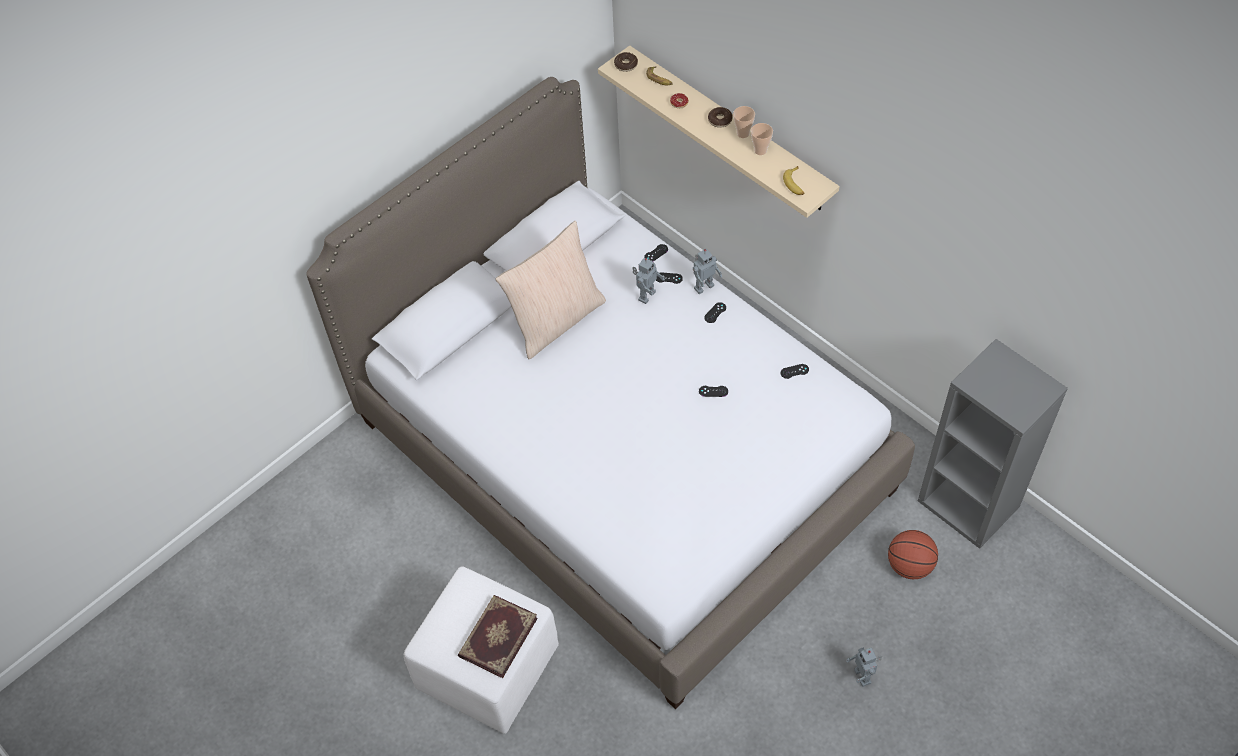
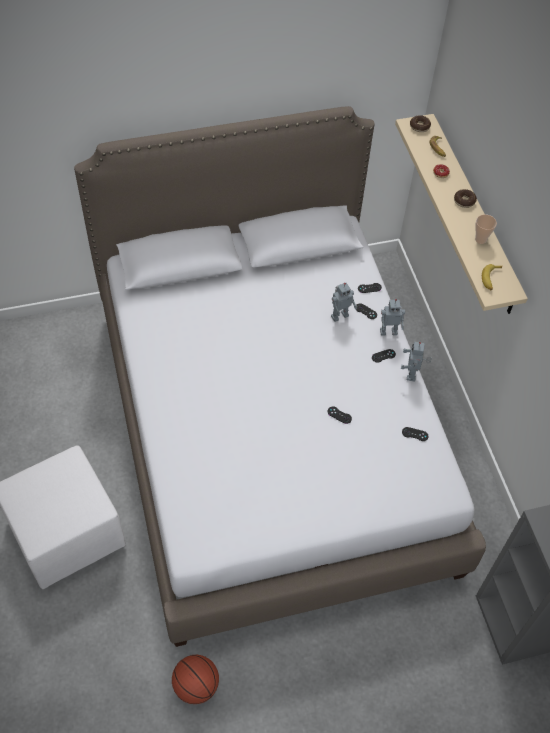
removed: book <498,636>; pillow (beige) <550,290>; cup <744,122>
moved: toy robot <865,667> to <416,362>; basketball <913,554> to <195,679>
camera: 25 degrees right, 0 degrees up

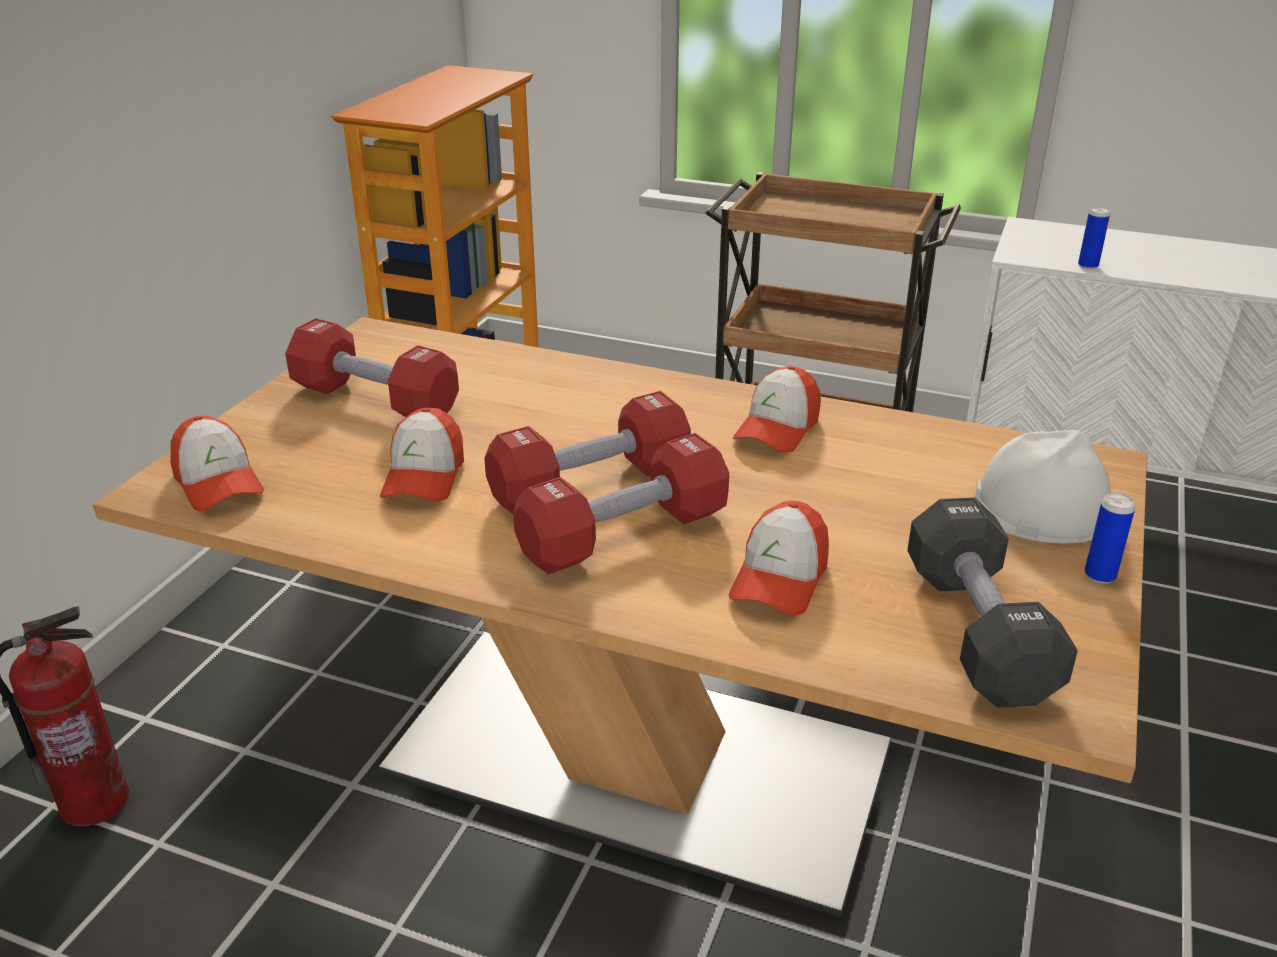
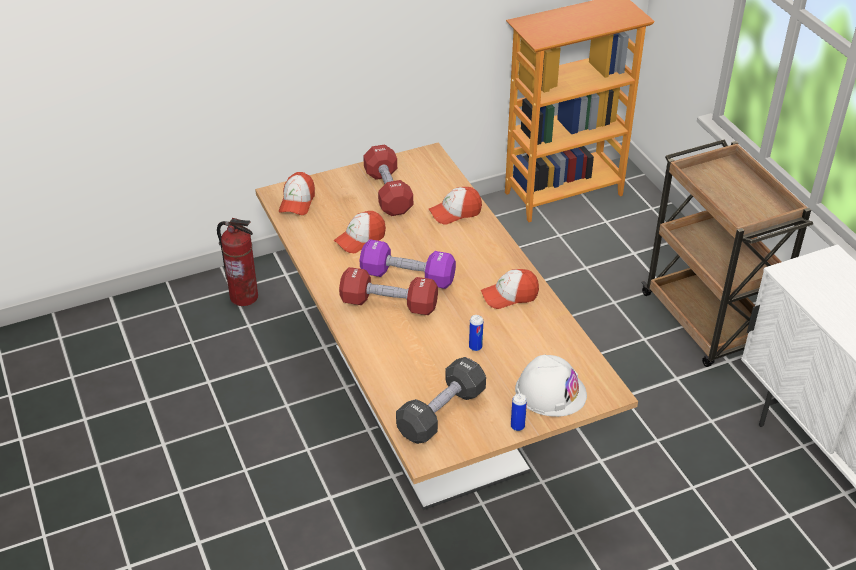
moved: cap <779,558> to <455,206>; can <1094,238> to <476,333>
recoloured: dumbbell (red) <587,452> to dumbbell (purple) <408,264>
camera: 45 degrees right, 10 degrees up

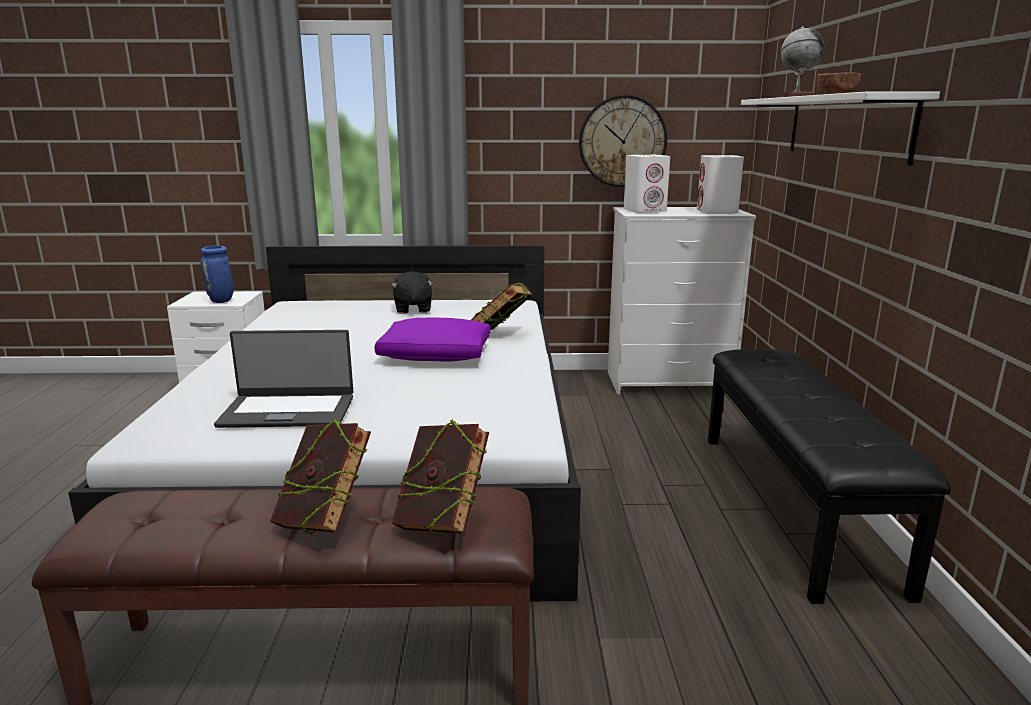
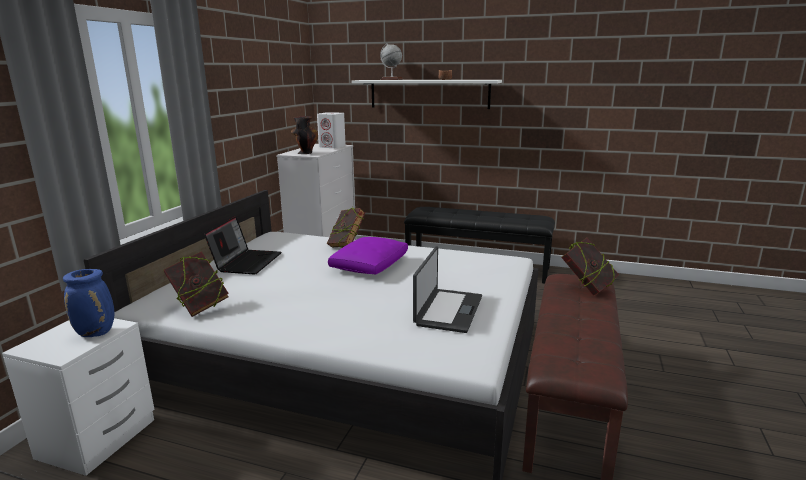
removed: wall clock <623,141>
moved: book <320,476> to <196,284>
replaced: plush toy (black) <412,292> to laptop <242,245>; speaker (white) <647,184> to vase <304,135>
camera: 70 degrees left, 0 degrees up

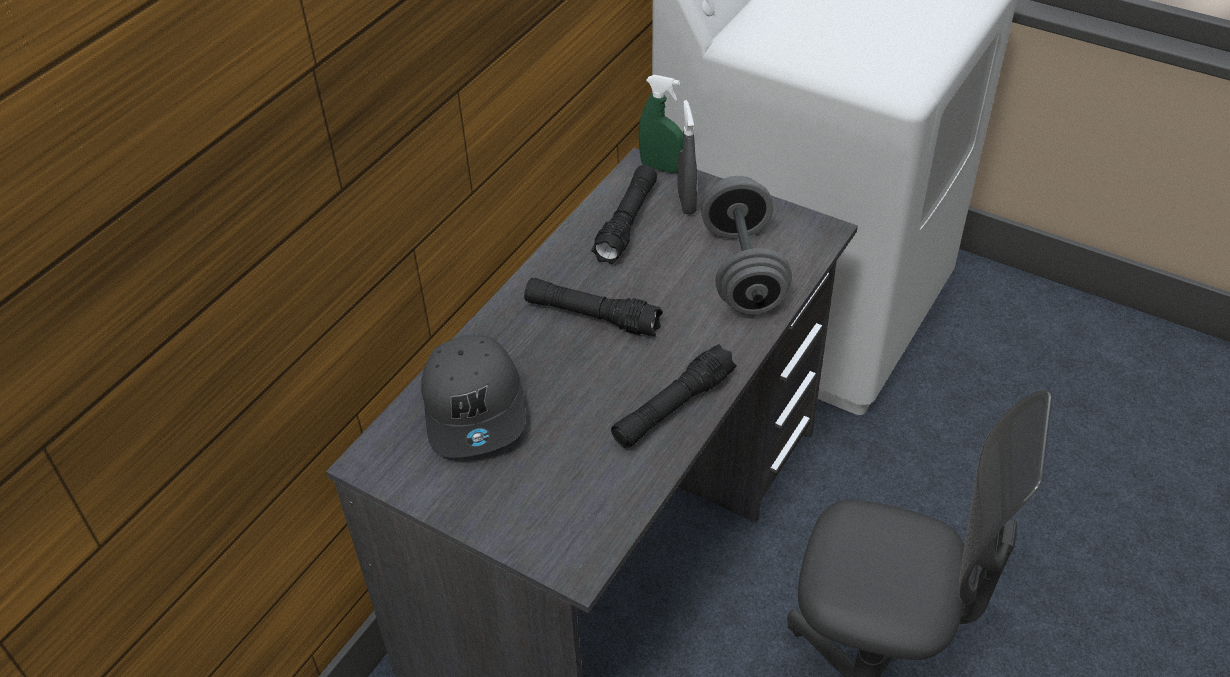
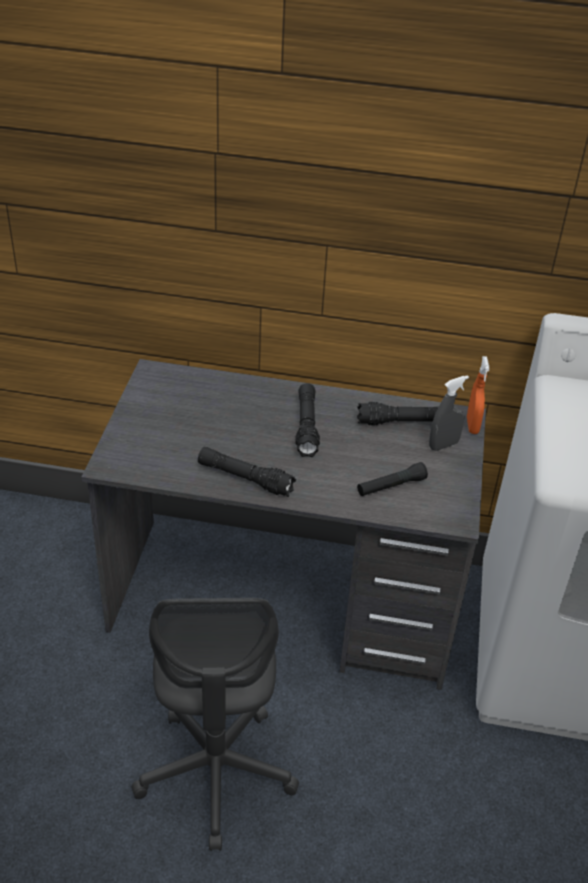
removed: cap (grey) <473,396>
replaced: dumbbell (grey) <746,245> to flashlight (black) <392,479>
recoloured: spray bottle (green) <660,124> to spray bottle (orange) <478,395>
camera: 65 degrees right, 5 degrees down

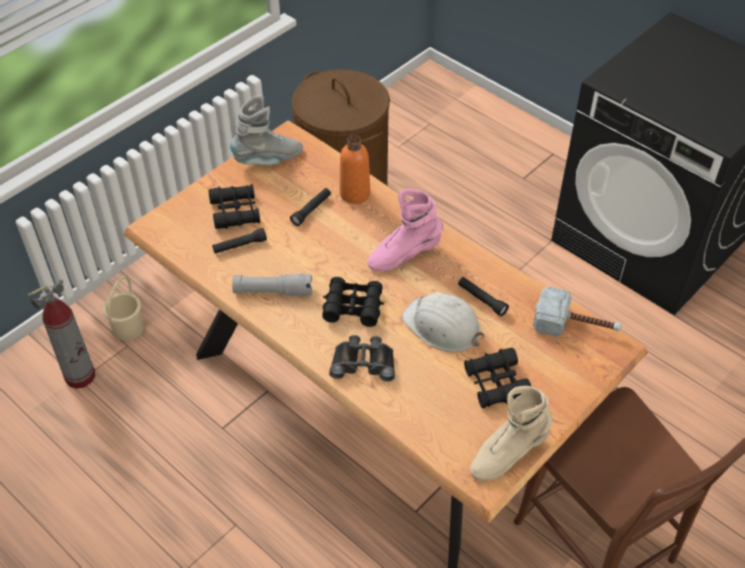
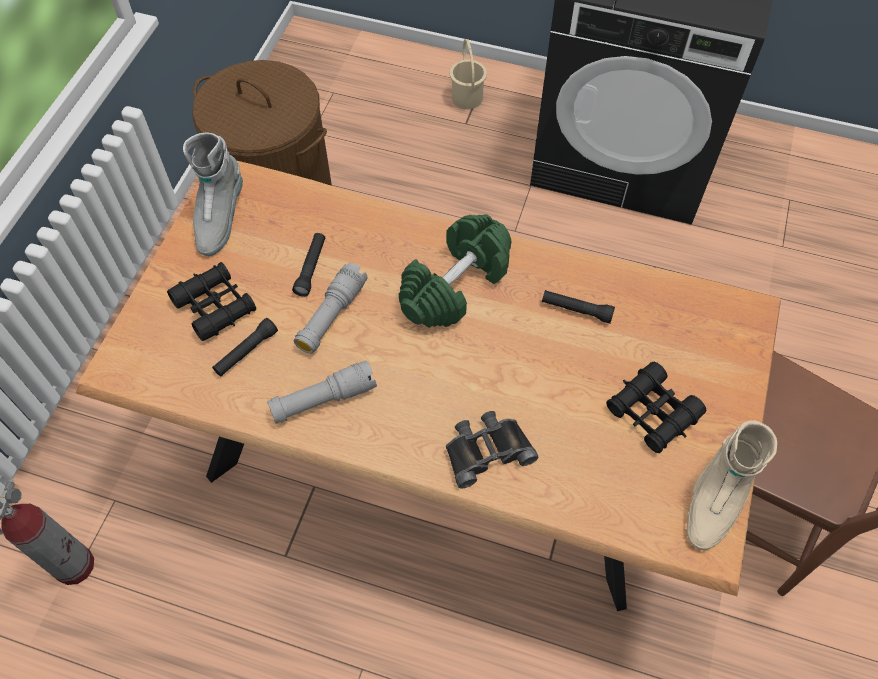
removed: binoculars (black) <353,302>; bottle (orange) <355,169>; hard hat (white) <443,322>; hammer <577,311>
added: flashlight (grey) <330,308>
moved: bucket (beige) <123,308> to <468,74>
replaced: boot (pink) <405,230> to dumbbell (green) <455,271>
turned: boot (grey) <266,130> = <213,194> 150 degrees clockwise
camera: 25 degrees left, 10 degrees up

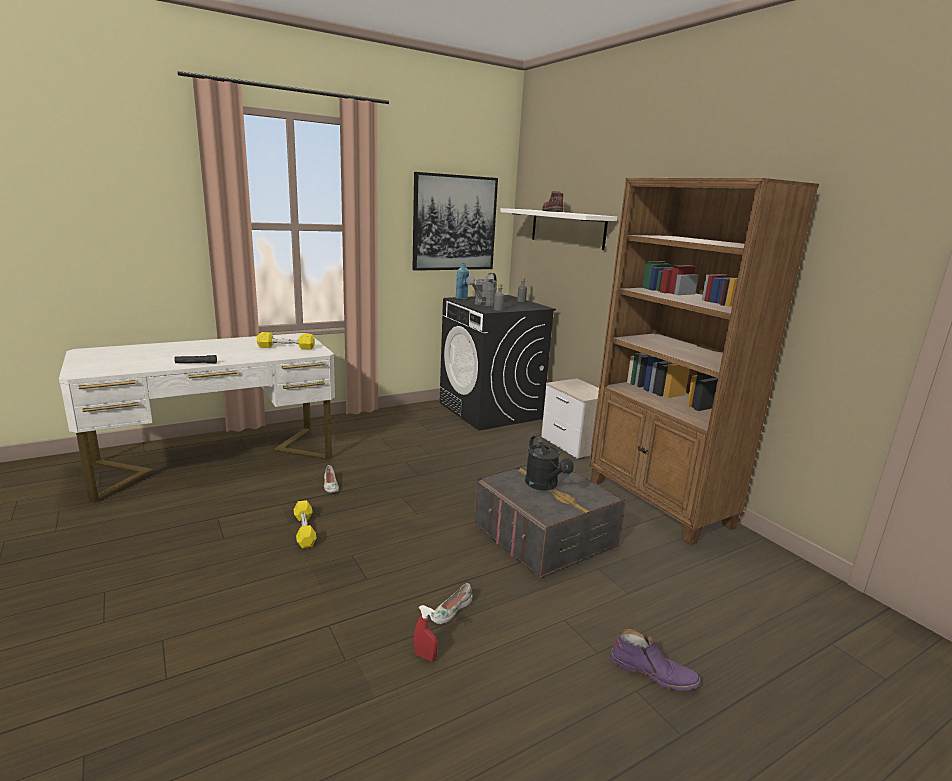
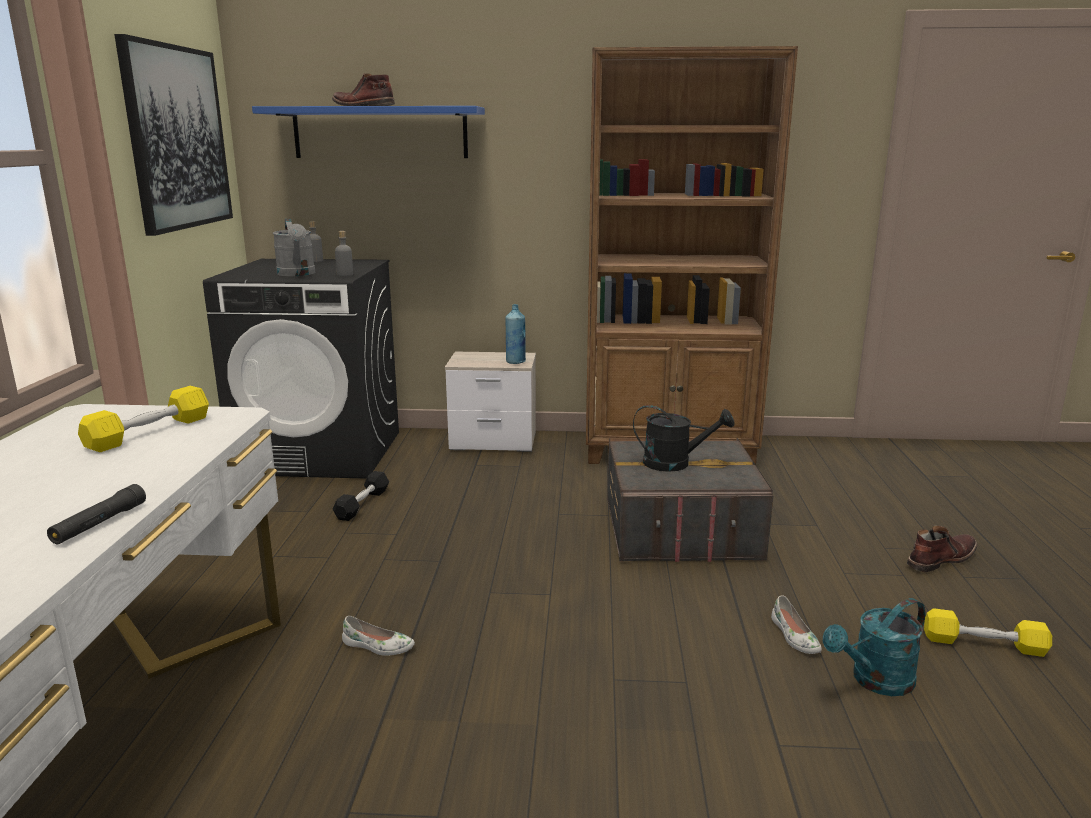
added: dumbbell (black) <361,496>
moved: dumbbell (yellow) <305,524> to <988,632>; bottle (blue) <462,281> to <516,334>
replaced: spray bottle (red) <426,633> to watering can (turquoise) <874,647>
recoloured: shelf (white) <558,229> to shelf (blue) <368,132>; boot (purple) <655,660> to boot (brown) <942,548>
camera: 55 degrees left, 0 degrees up

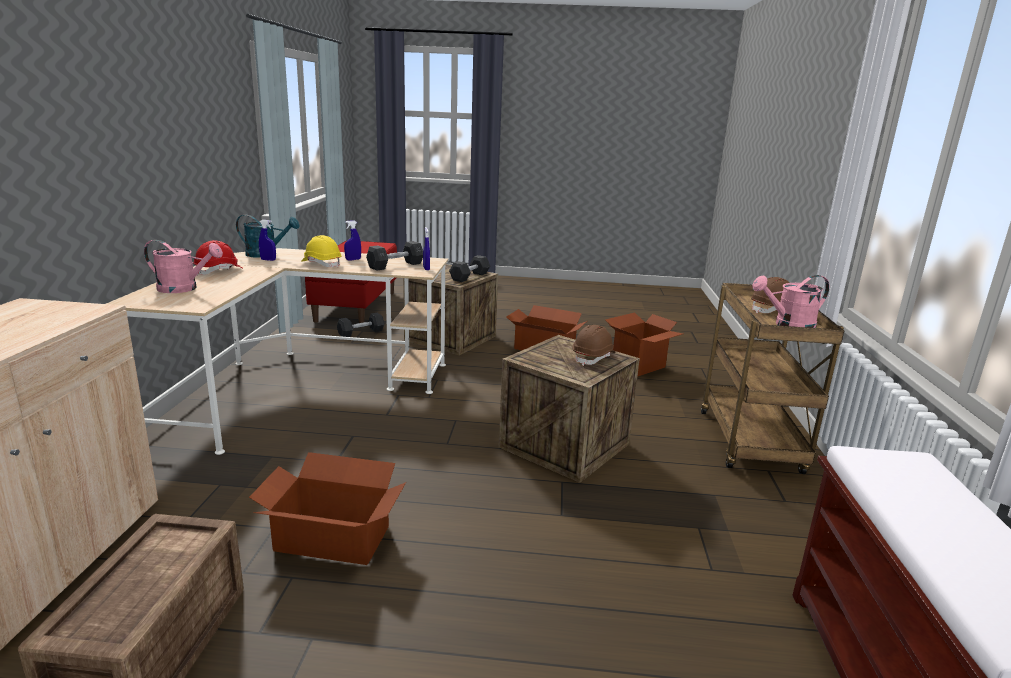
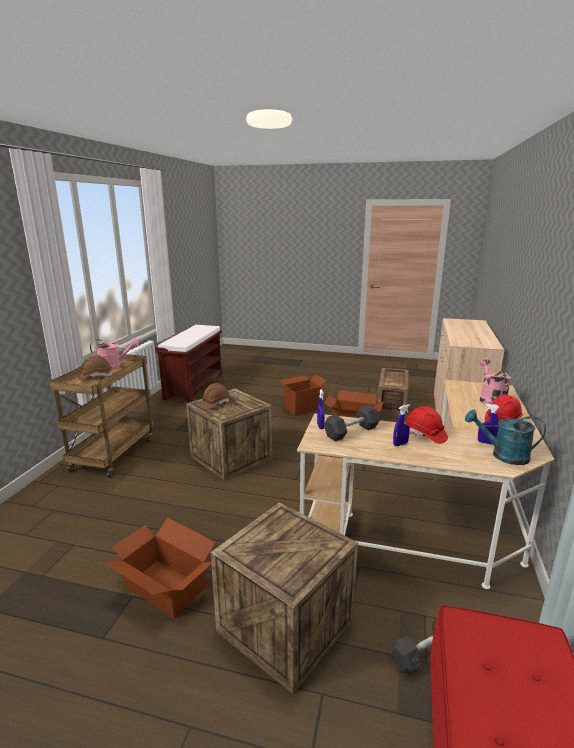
removed: dumbbell (grey) <469,268>
moved: cardboard box <644,344> to <303,395>
recoloured: hard hat (yellow) <321,251> to hard hat (red) <426,425>
turned: watering can (pink) <183,266> = <495,381> 75 degrees clockwise
camera: 170 degrees left, 0 degrees up

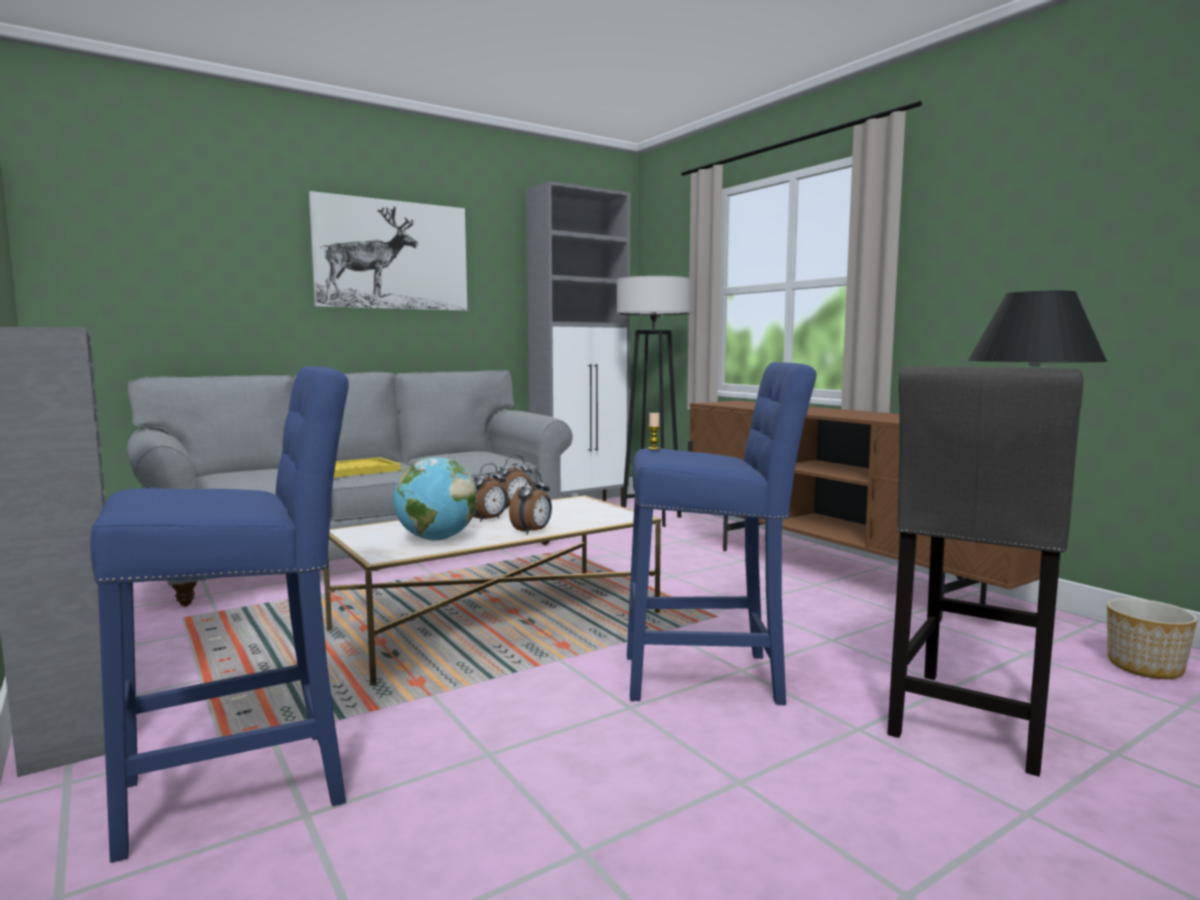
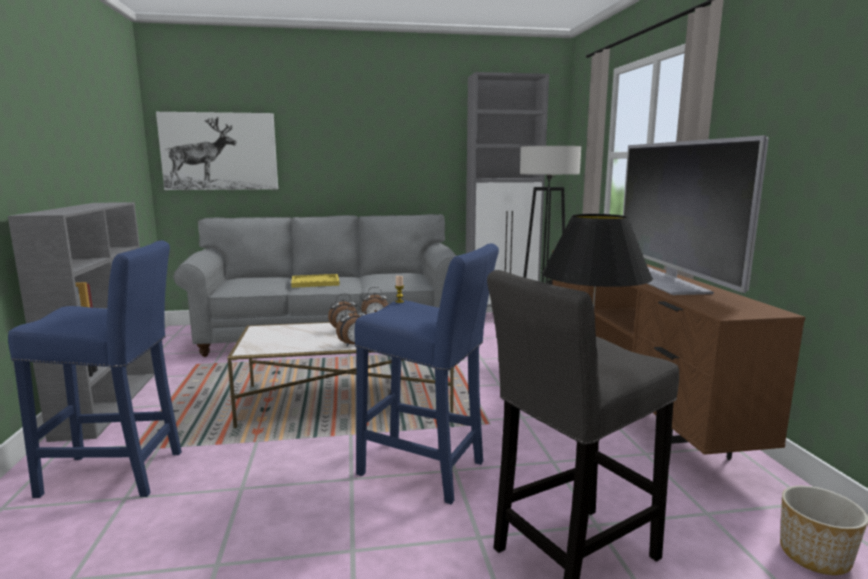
removed: globe <435,498>
added: television <696,215>
moved: picture <388,251> to <217,151>
camera: 25 degrees right, 5 degrees up

